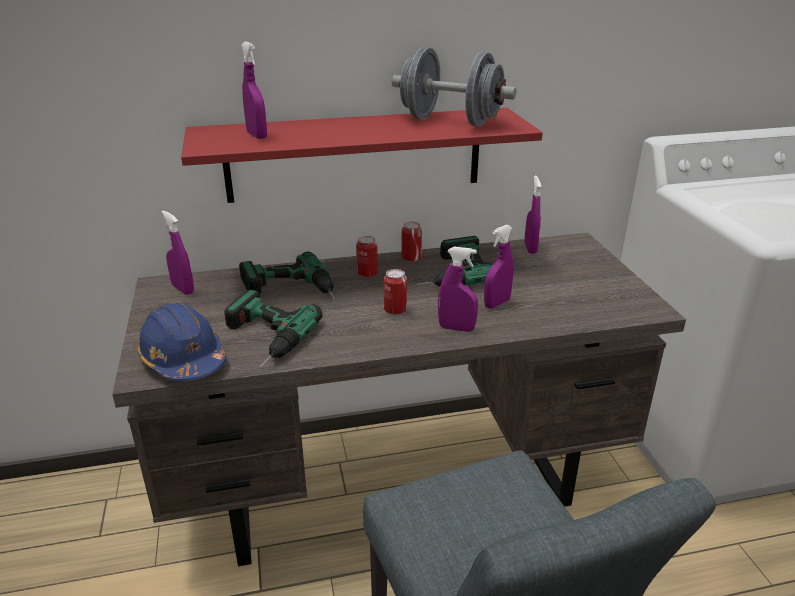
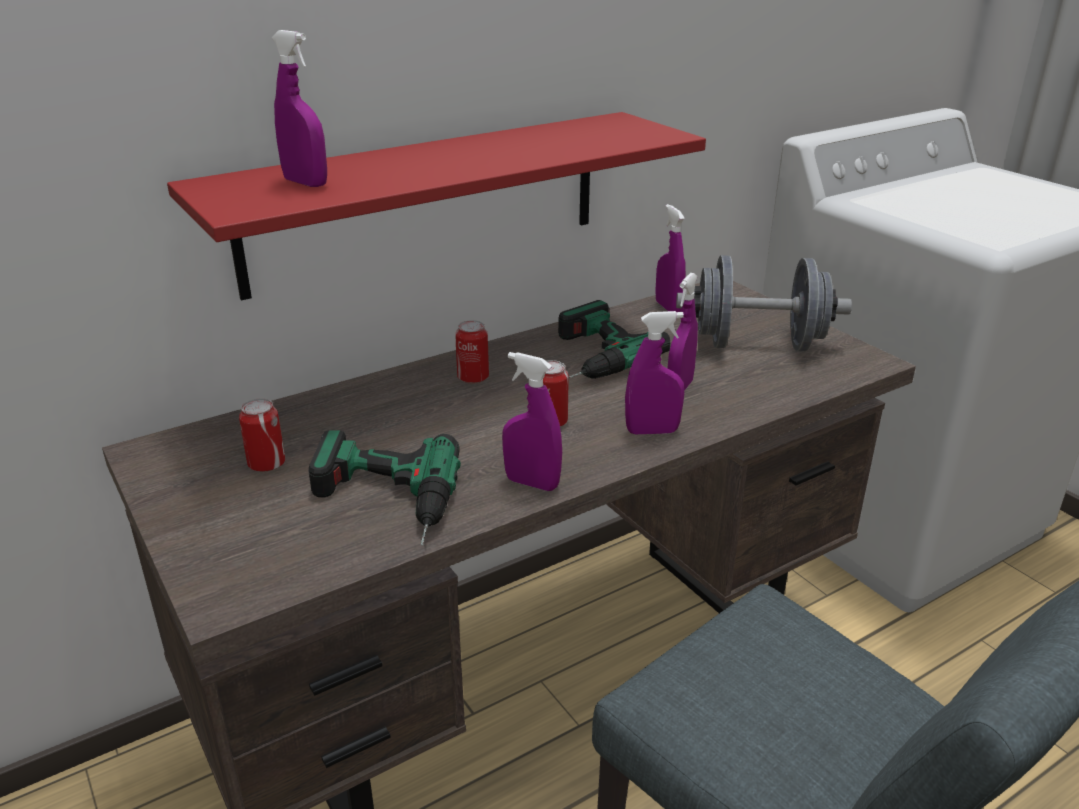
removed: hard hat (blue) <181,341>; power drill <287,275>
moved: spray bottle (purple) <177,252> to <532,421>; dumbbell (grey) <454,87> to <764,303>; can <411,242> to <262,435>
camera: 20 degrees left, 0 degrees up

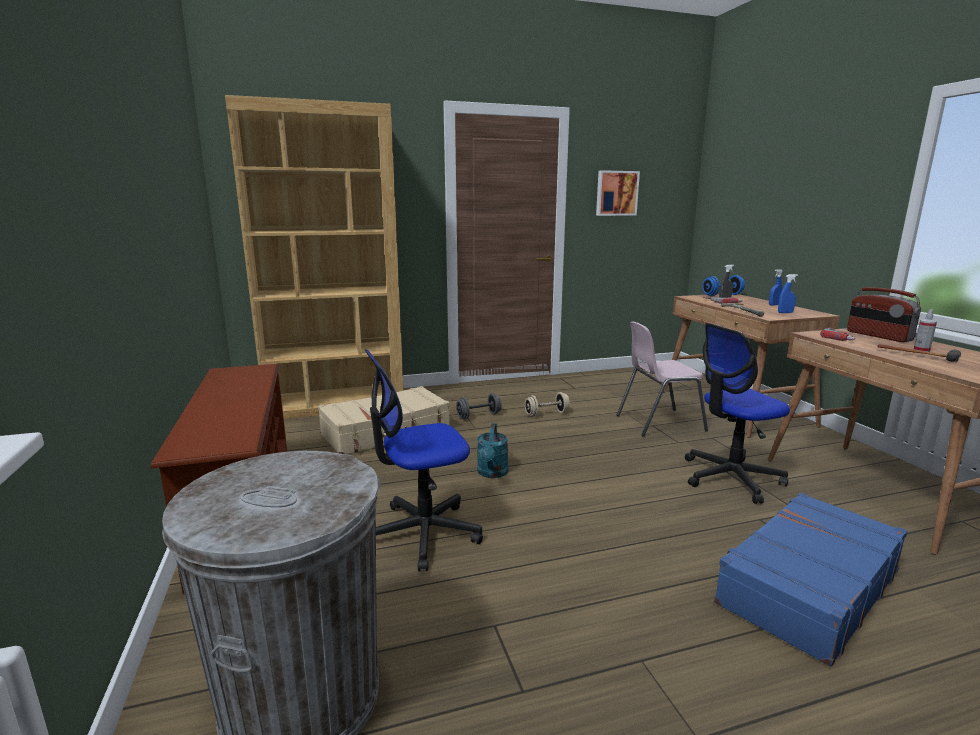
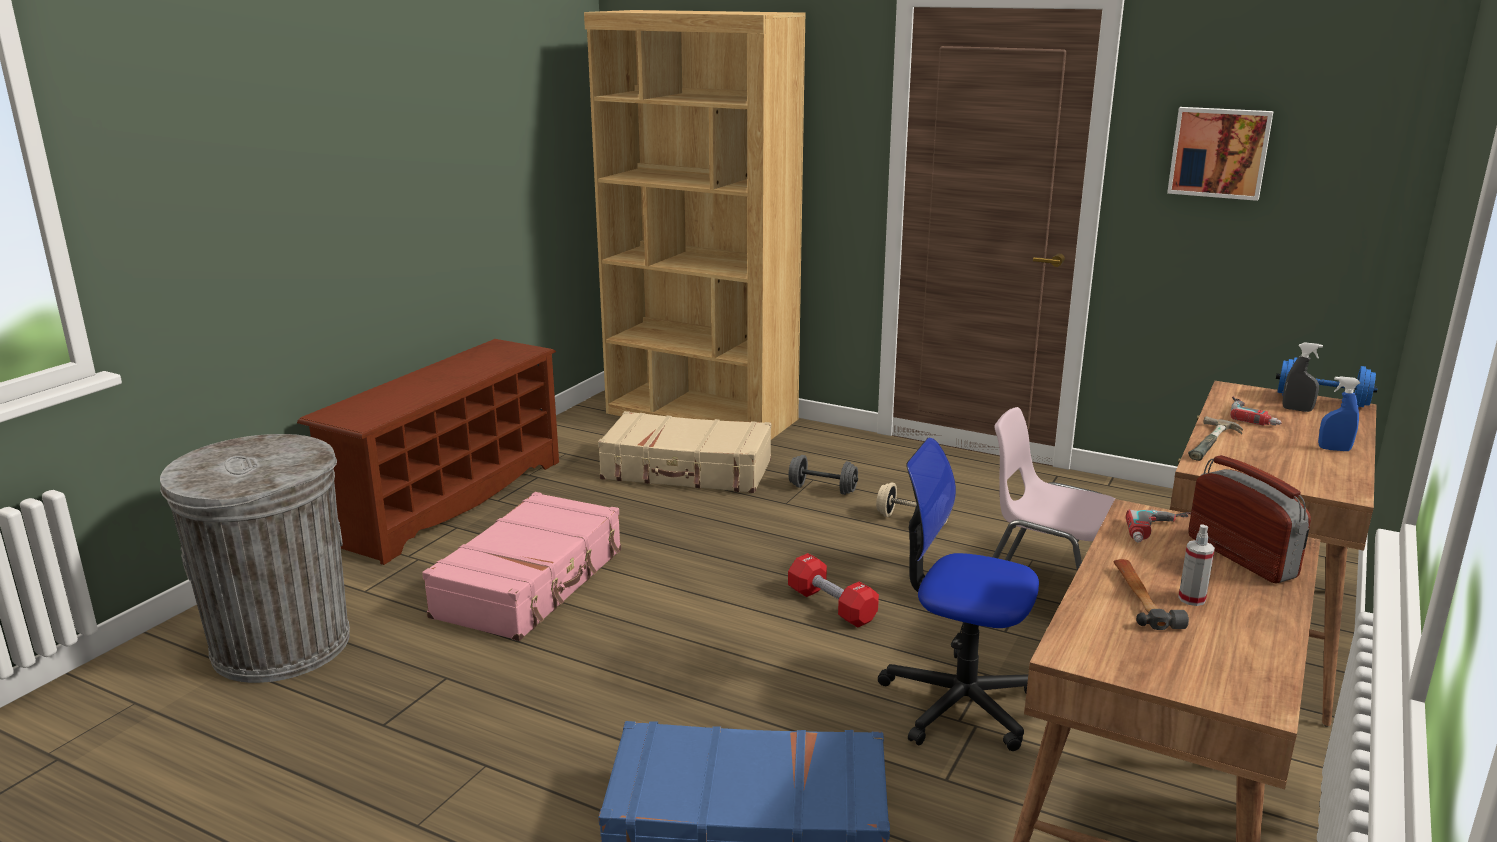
removed: watering can (turquoise) <493,450>; spray bottle (blue) <788,293>
added: dumbbell (red) <833,590>
replaced: office chair <424,460> to suitcase (pink) <521,566>
turned: radio <884,314> = <1249,519> 135 degrees clockwise
camera: 45 degrees right, 5 degrees up

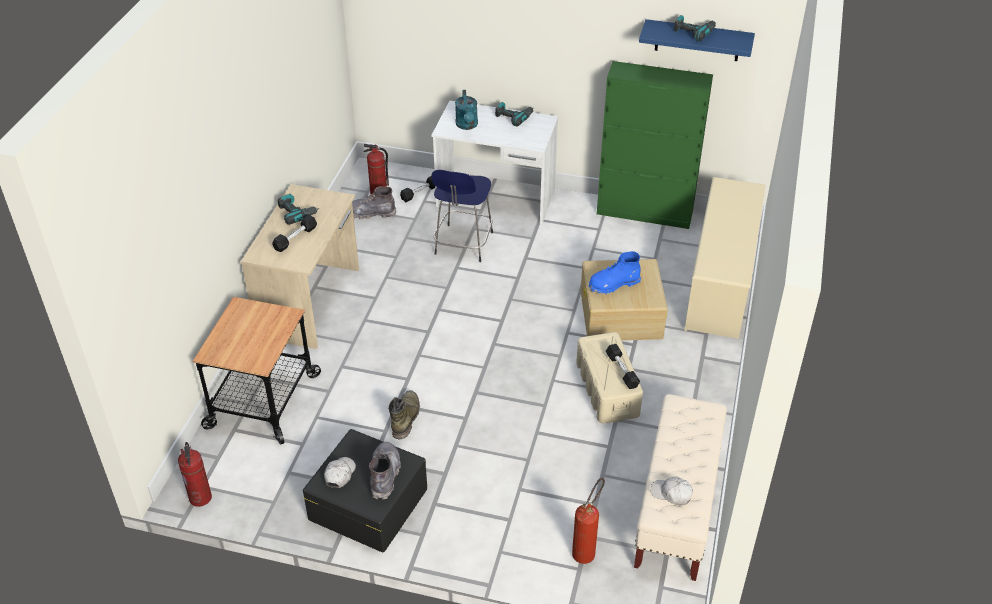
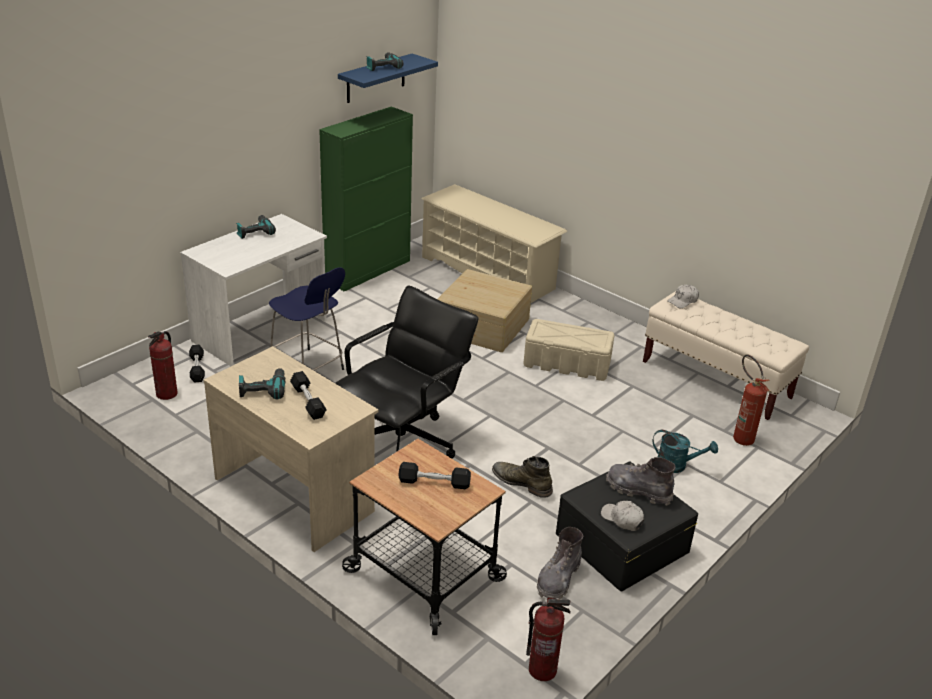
removed: boot (blue) <615,272>
added: office chair (black) <406,372>
moved: boot (grey) <374,203> to <560,563>; watering can (turquoise) <466,110> to <685,451>; dumbbell (black) <622,366> to <434,475>; cap (white) <672,490> to <683,296>
camera: 65 degrees left, 10 degrees down

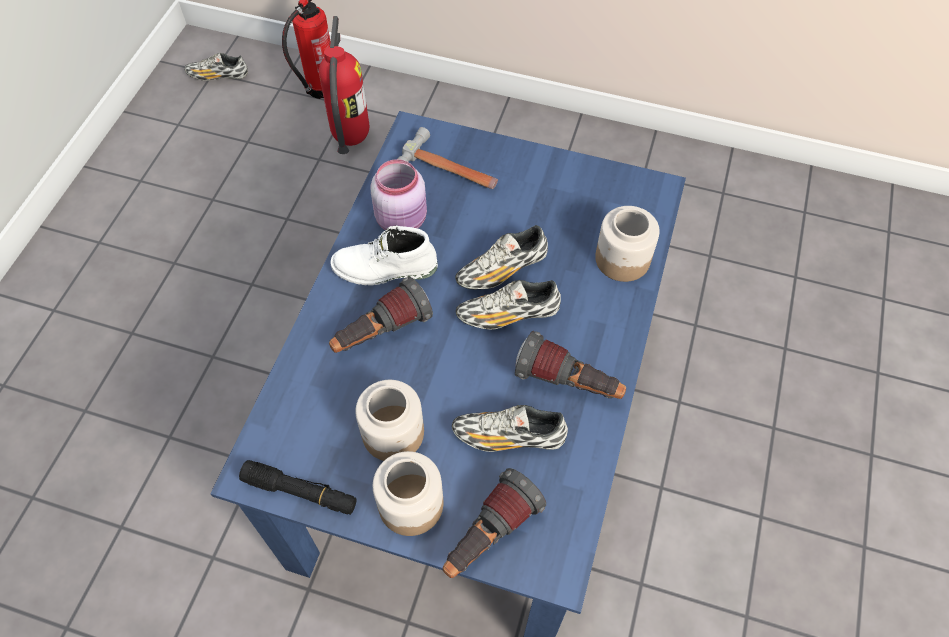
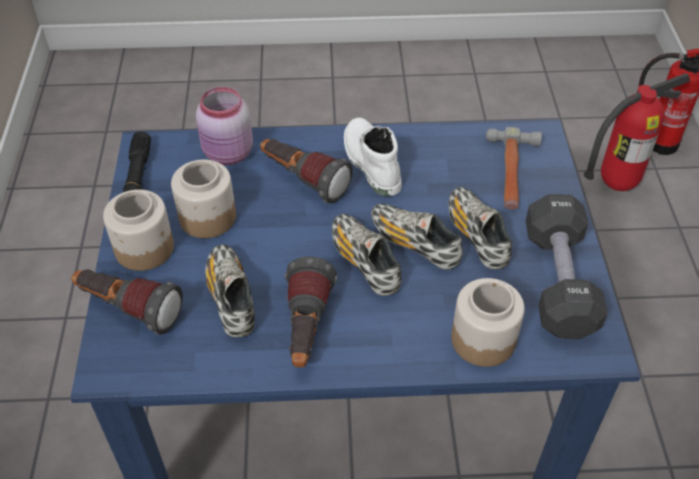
added: dumbbell (black) <567,266>
moved: shoe <216,67> to <480,228>; jar (pink) <398,194> to <224,126>
camera: 70 degrees right, 10 degrees down

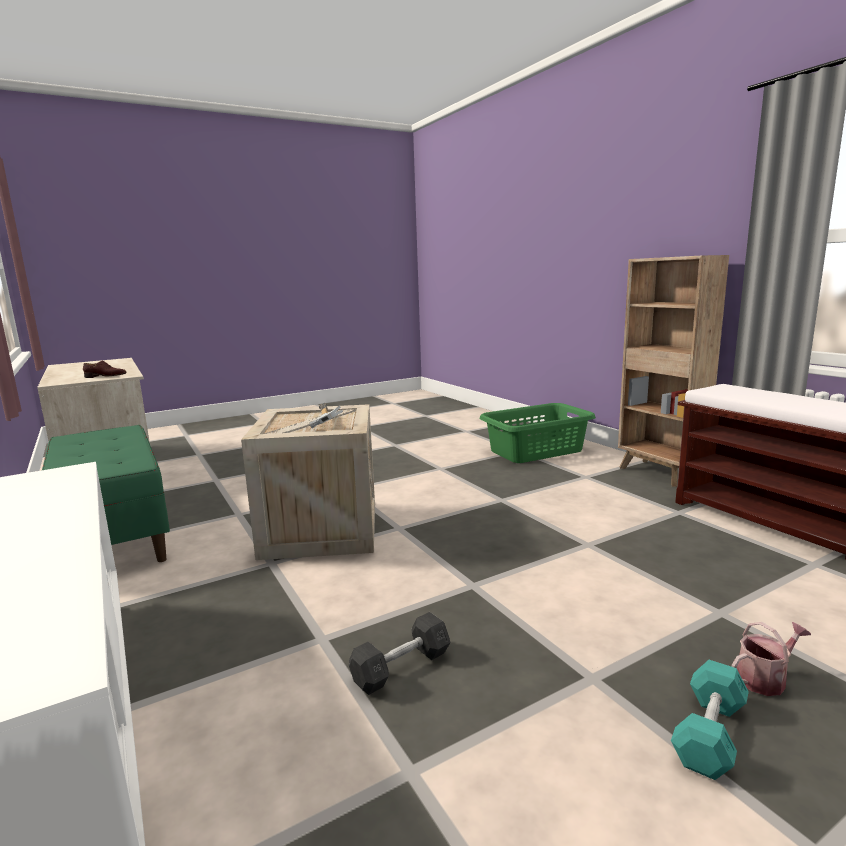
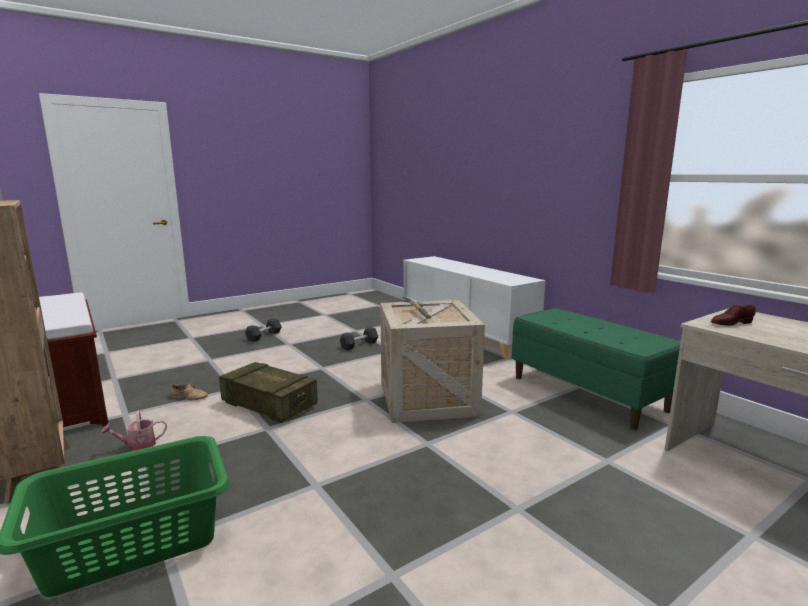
added: shoe (beige) <189,392>; crate <268,392>
moved: watering can <771,659> to <134,431>
recoloured: dumbbell (turquoise) <710,720> to dumbbell (grey) <263,330>
camera: 175 degrees right, 0 degrees up

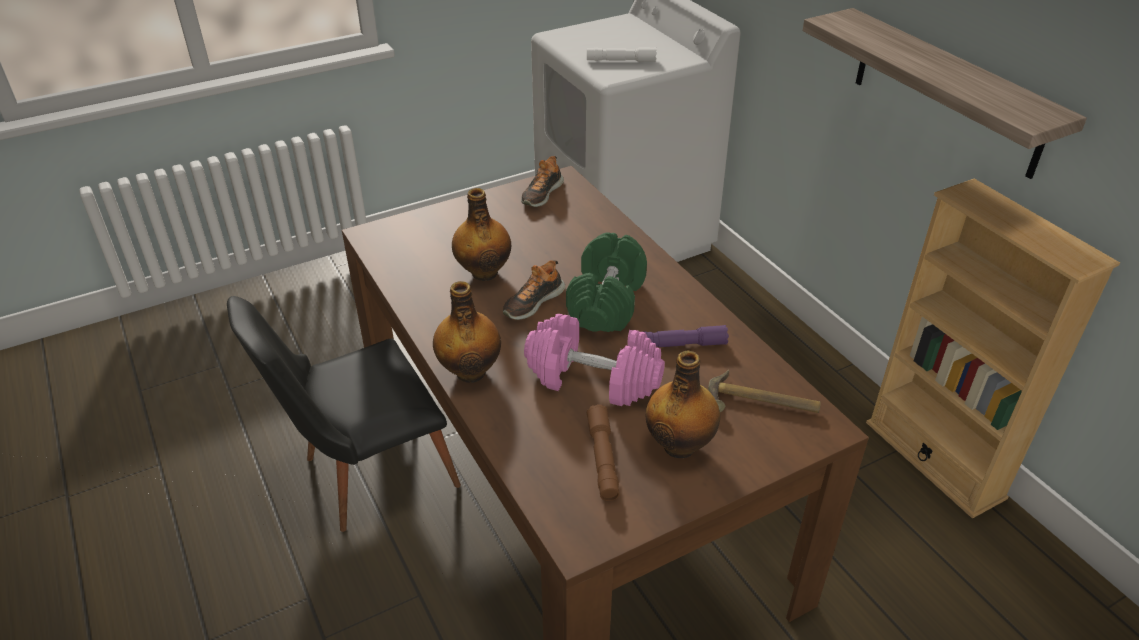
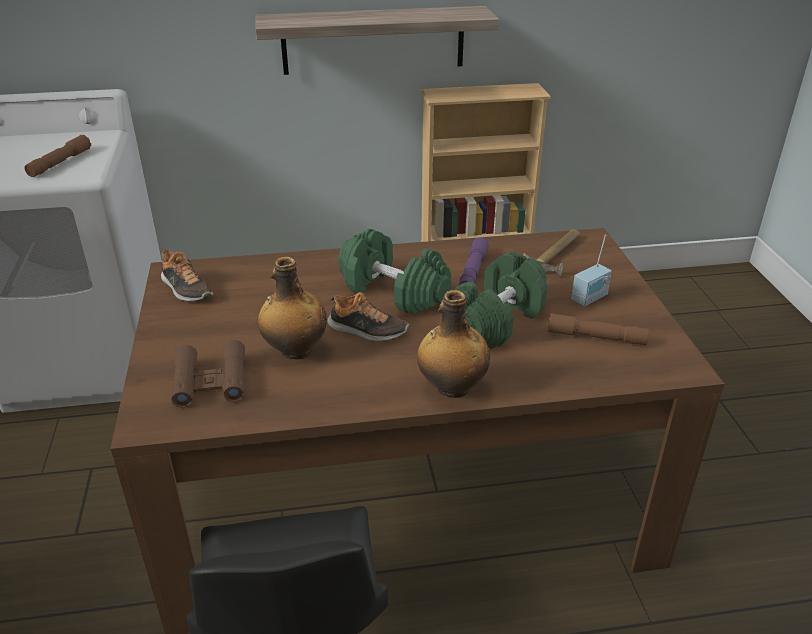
added: binoculars (brown) <208,373>
replaced: bottle <683,404> to radio <591,270>
recoloured: dumbbell (pink) <594,360> to dumbbell (green) <500,300>; flashlight (white) <622,54> to flashlight (brown) <57,156>
turned: shoe <534,290> = <368,316> 45 degrees counterclockwise
camera: 70 degrees left, 5 degrees down

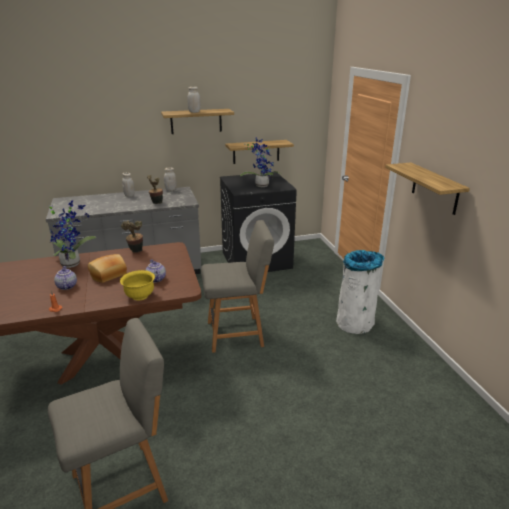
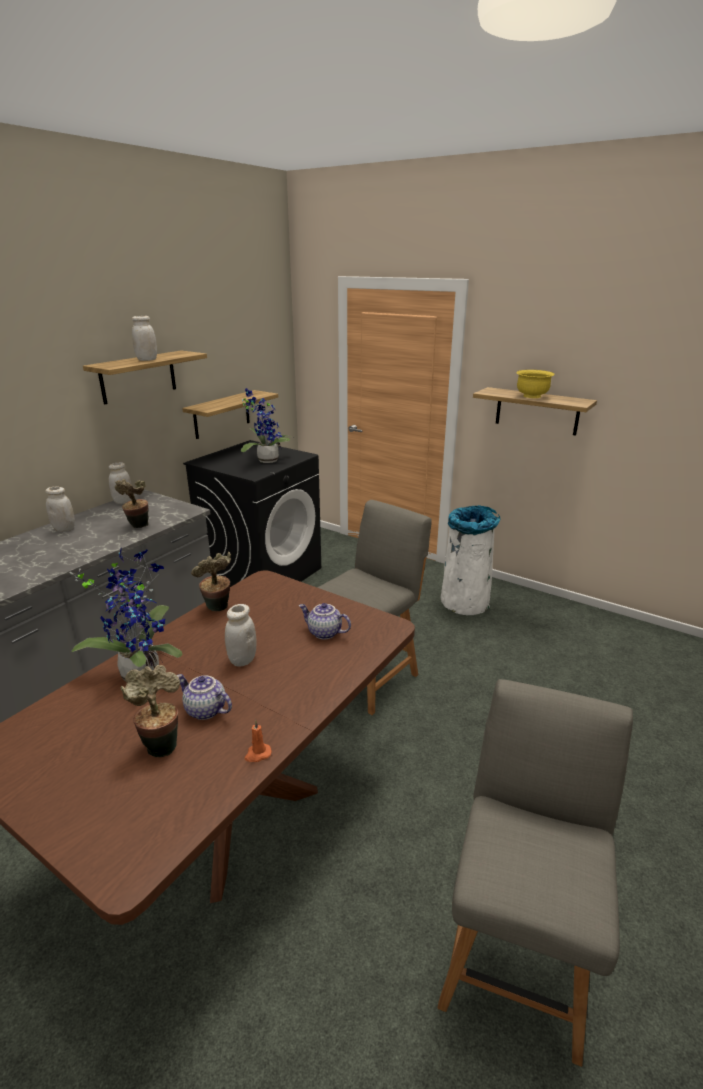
added: potted plant <150,711>
moved: bowl (yellow) <137,285> to <535,384>
replaced: bread <107,268> to jar (white) <240,635>
camera: 40 degrees left, 0 degrees up

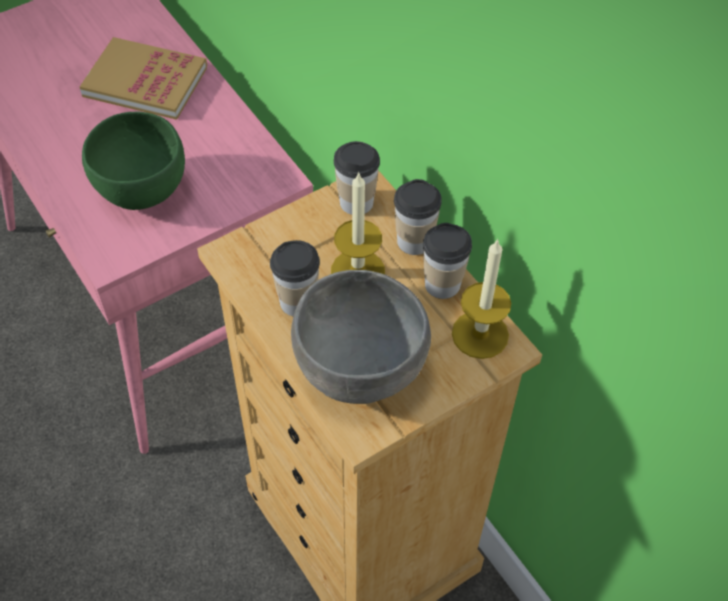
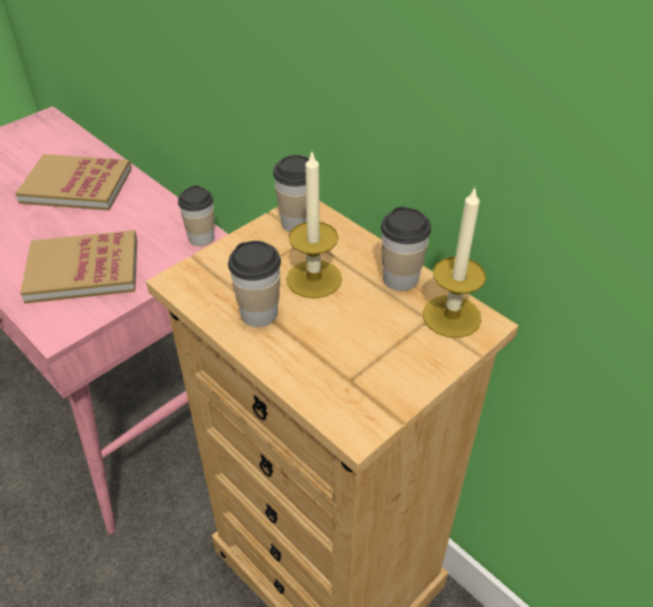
removed: bowl (grey) <361,337>
moved: cup <418,217> to <196,215>
replaced: bowl (green) <133,161> to book <78,267>
camera: 10 degrees left, 10 degrees down

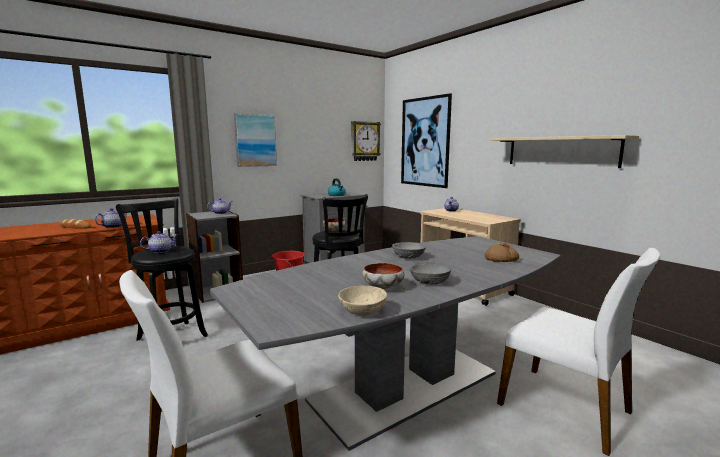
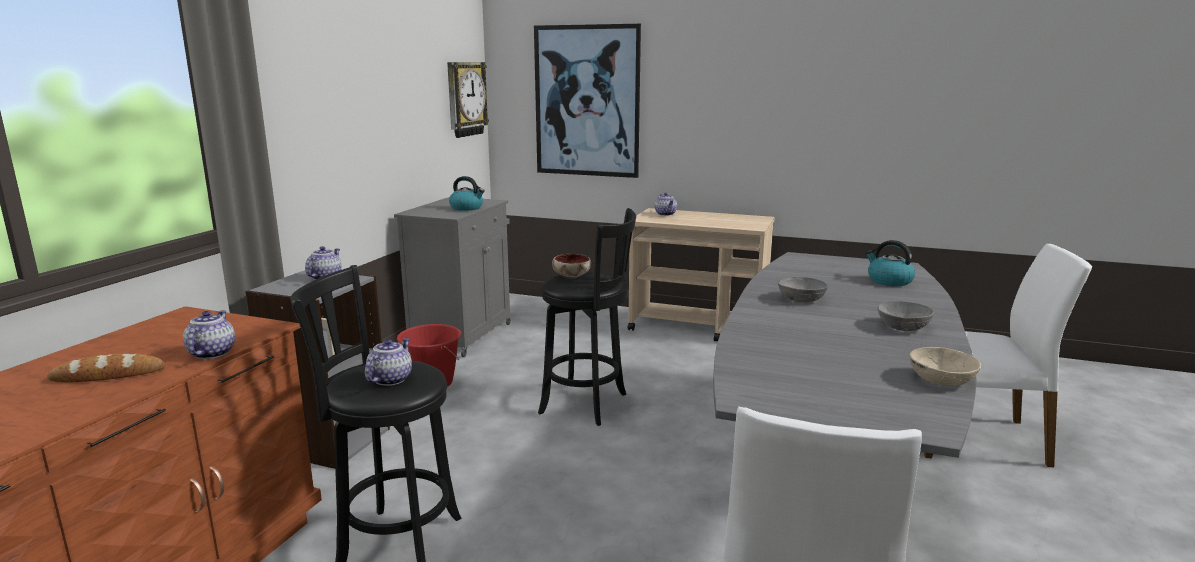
removed: picture <255,140>; bowl <383,276>; shelf (beige) <564,151>
replaced: bread <502,252> to kettle <890,263>
camera: 35 degrees left, 5 degrees up

